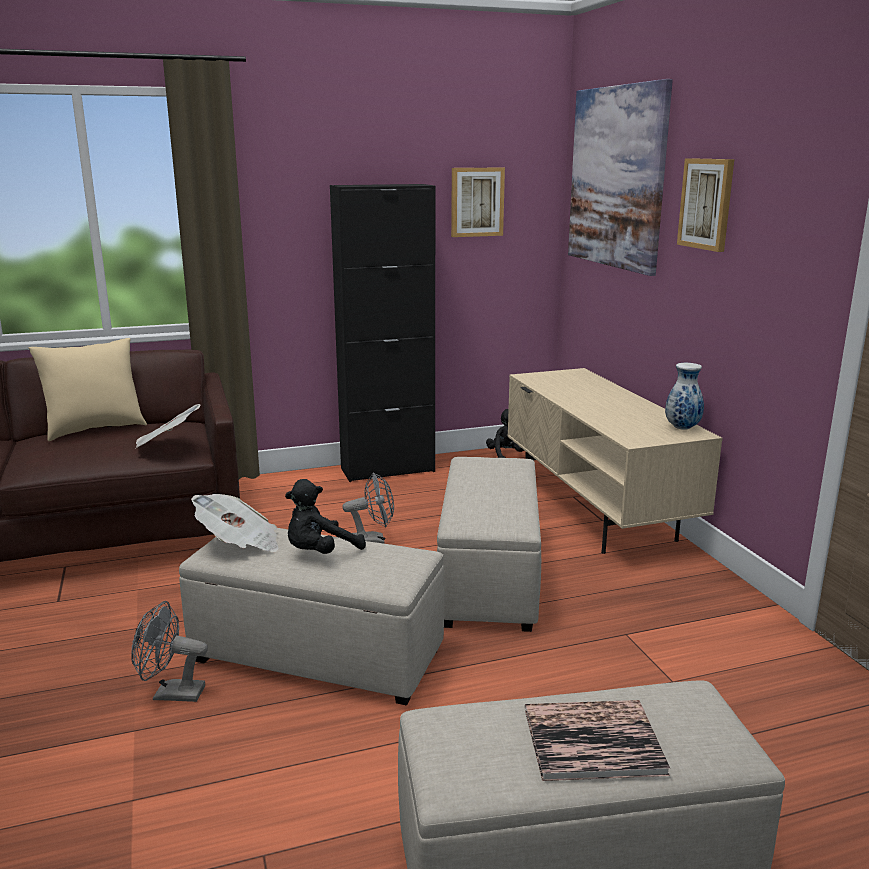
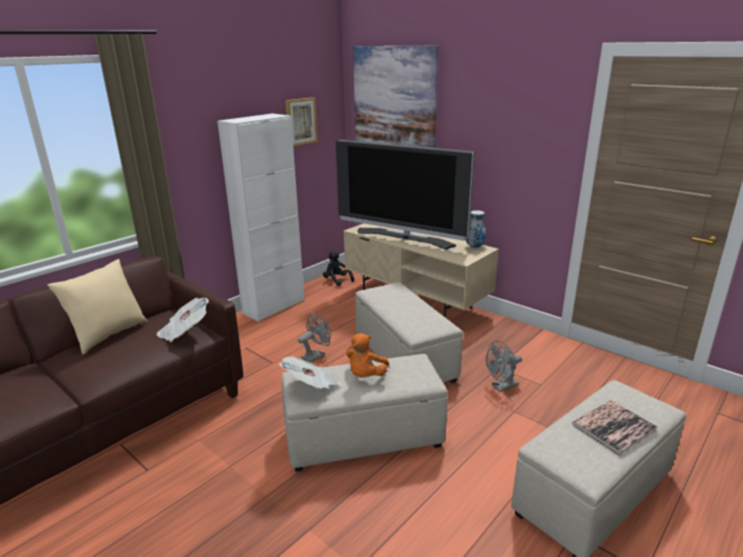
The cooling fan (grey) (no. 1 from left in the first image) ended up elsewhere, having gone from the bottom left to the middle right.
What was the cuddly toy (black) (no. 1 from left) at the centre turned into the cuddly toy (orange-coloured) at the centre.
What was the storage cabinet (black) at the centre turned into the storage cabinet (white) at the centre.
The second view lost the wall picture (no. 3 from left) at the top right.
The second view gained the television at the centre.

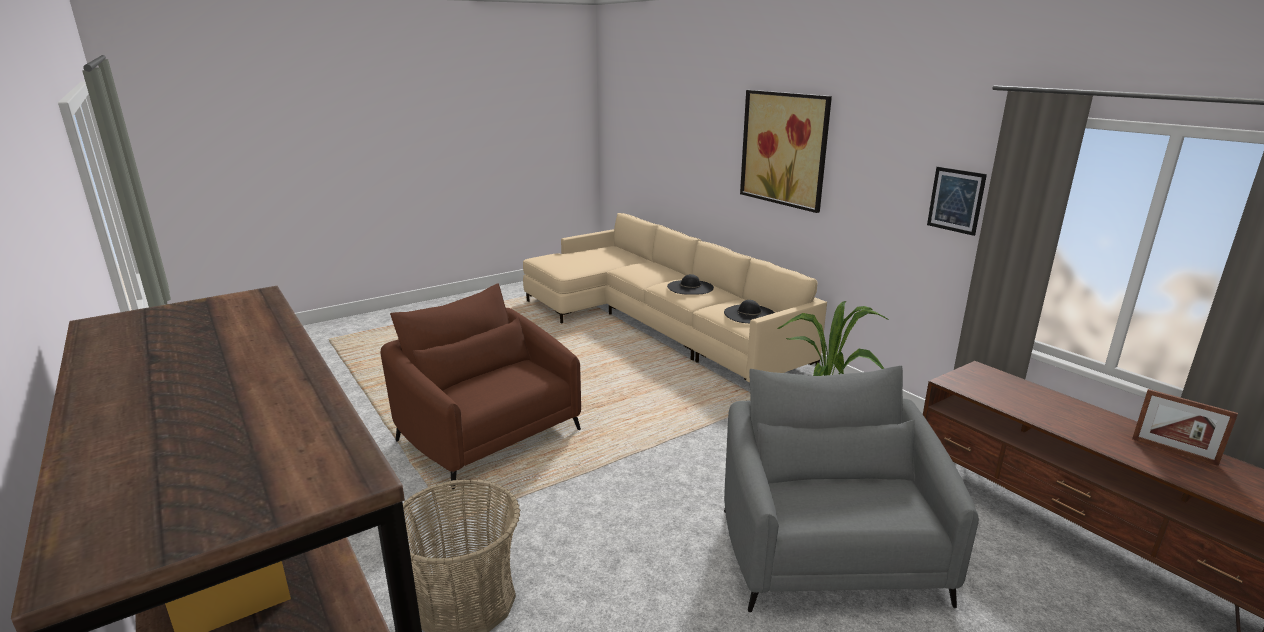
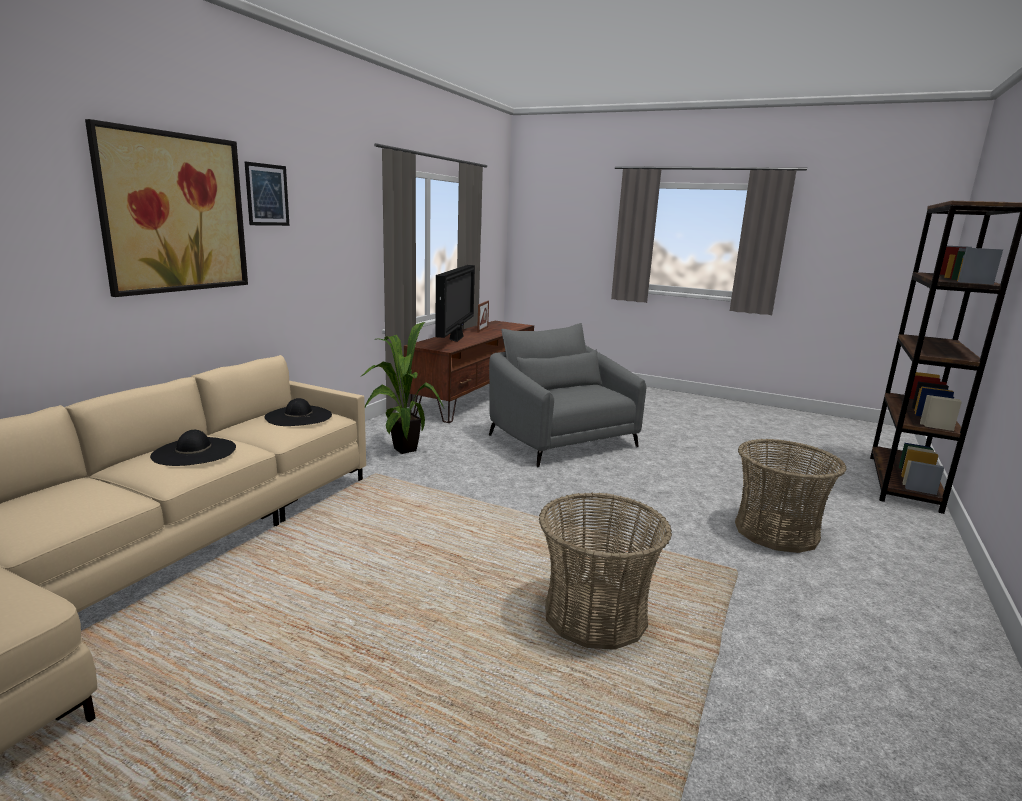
Where the easy chair (brownish) stood at the centre, the household basket (no. 1 from left) came to stand at the bottom centre.
The easy chair (grey) at the bottom right ended up facing another way, 90 degrees clockwise from before.
The wall picture (no. 2 from left) ended up elsewhere, having gone from the top right to the top left.
The second view gained the television at the centre.

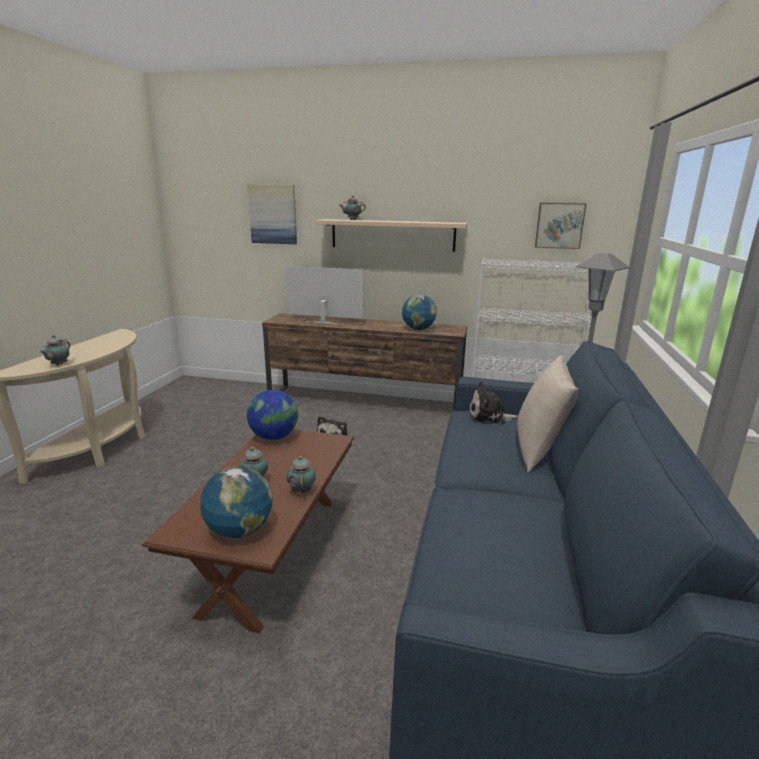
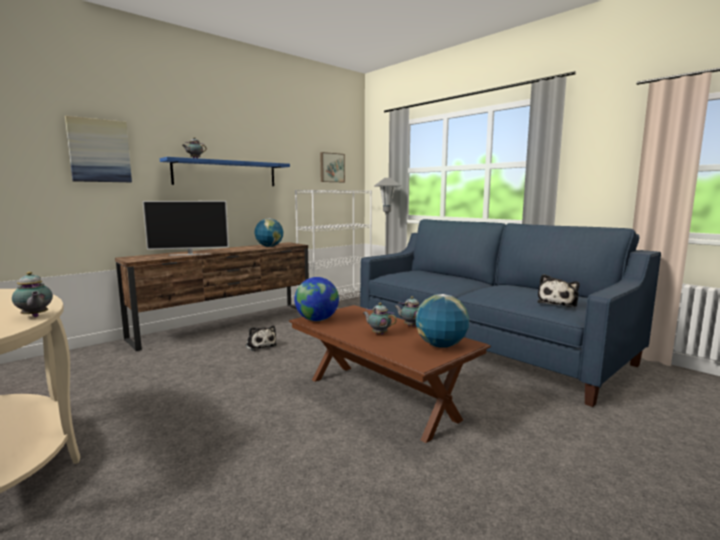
The television at the centre ended up facing another way, 150 degrees counterclockwise from before.
What was the wall shelf (beige-coloured) at the top centre turned into the wall shelf (blue-coloured) at the top left.
The cuddly toy (no. 2 from left) ended up elsewhere, having gone from the centre to the middle right.
The second view lost the throw pillow (beige-coloured) at the middle right.

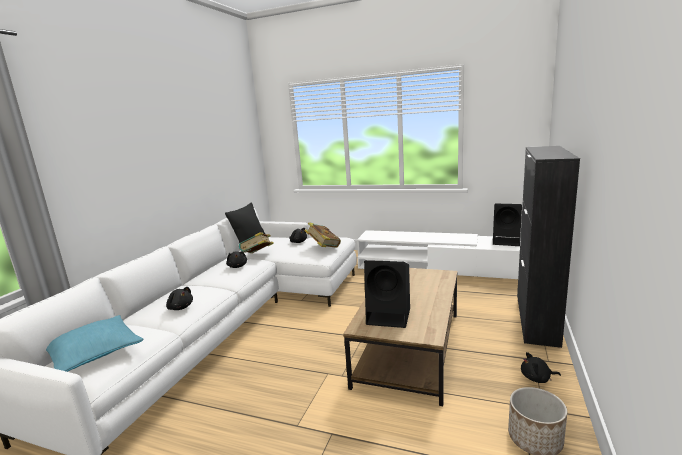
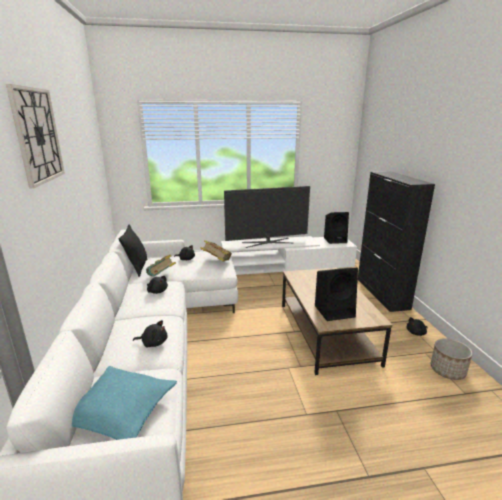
The second view gained the hanging clock at the top left.
The second view gained the television at the centre.

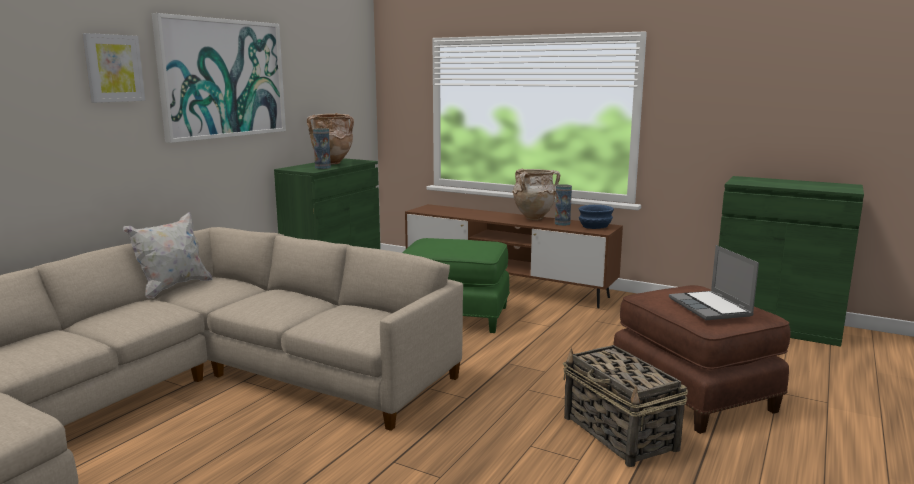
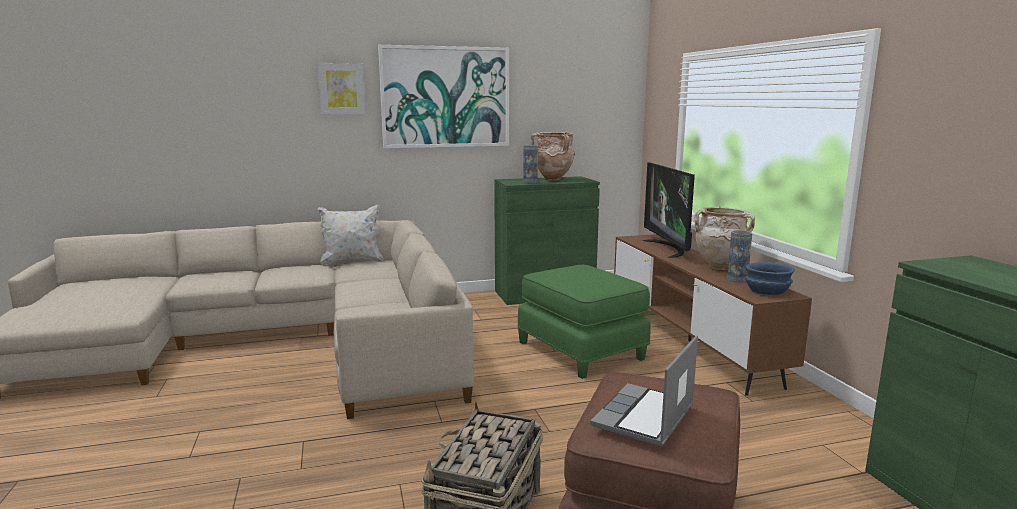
The second view gained the television at the centre.

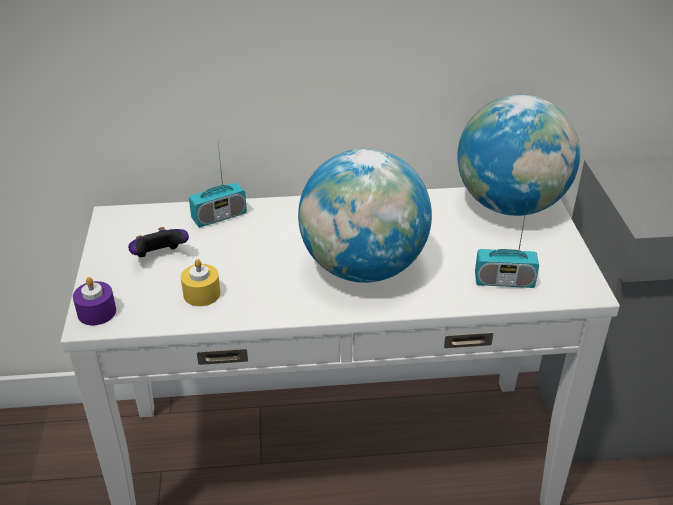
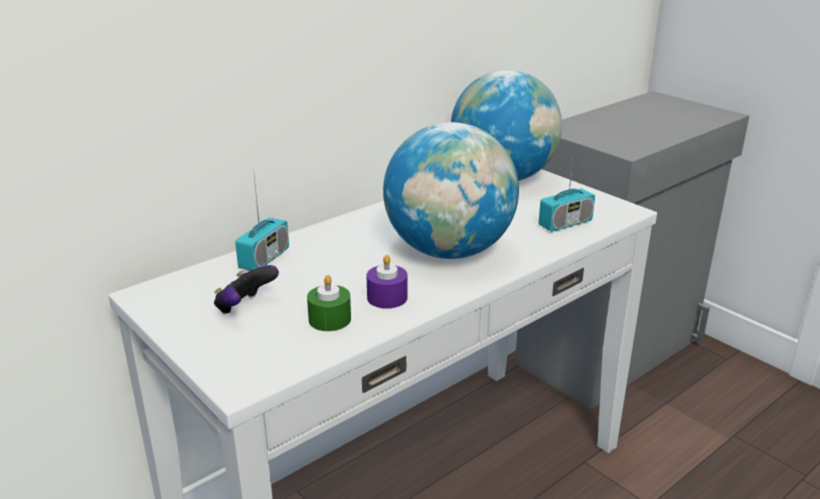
The candle (purple) ended up elsewhere, having gone from the middle left to the centre.
What was the candle (yellowish) at the middle left turned into the candle (greenish) at the centre.

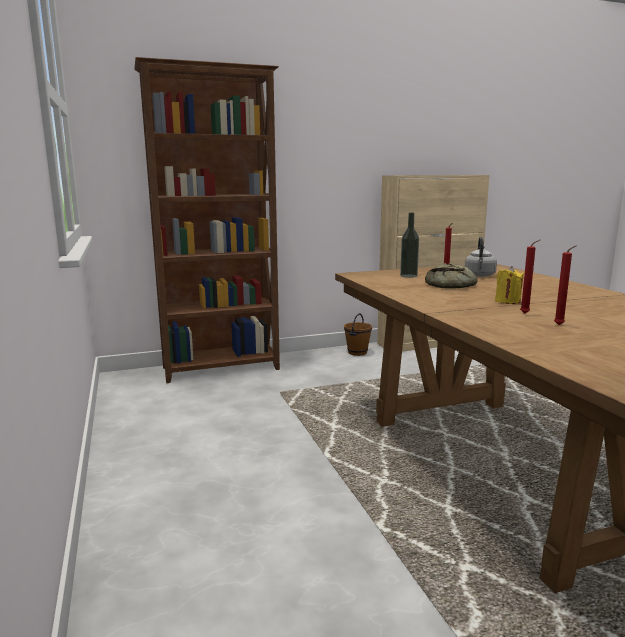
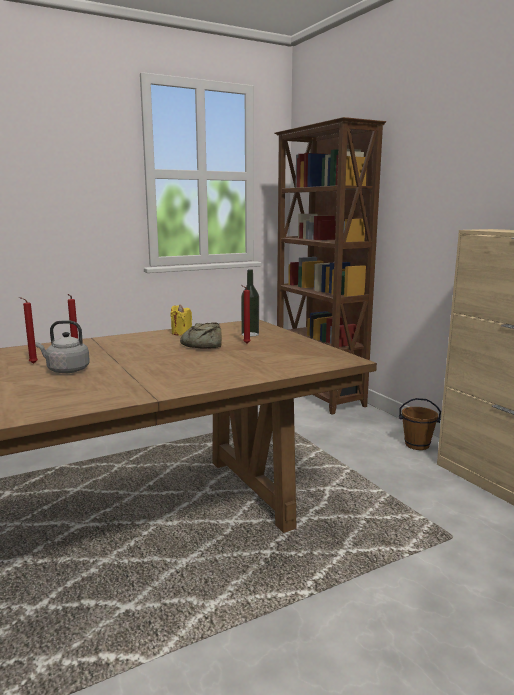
The tea kettle (grey) ended up elsewhere, having gone from the middle right to the middle left.
The candle (yellowish) ended up elsewhere, having gone from the middle right to the centre.

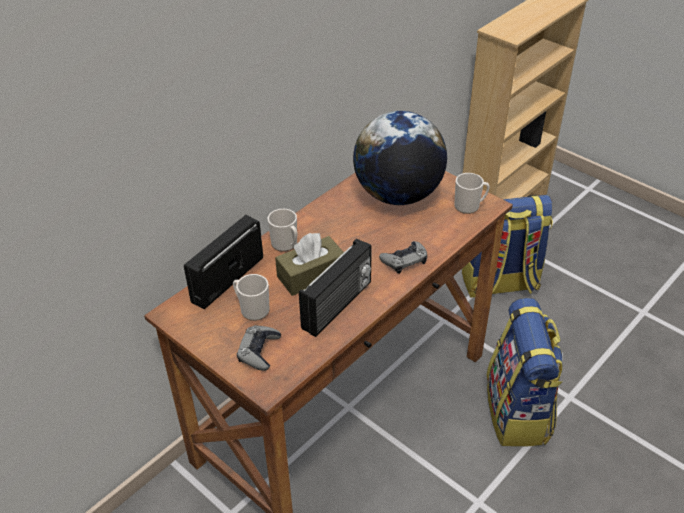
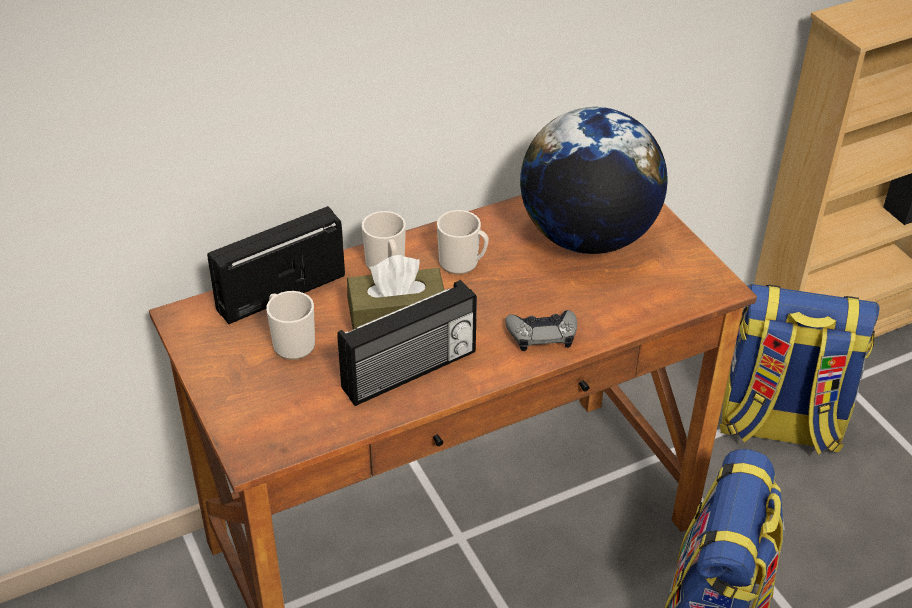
The second view lost the game controller (grey) (no. 1 from left) at the bottom centre.
The mug (no. 3 from left) ended up elsewhere, having gone from the middle right to the centre.

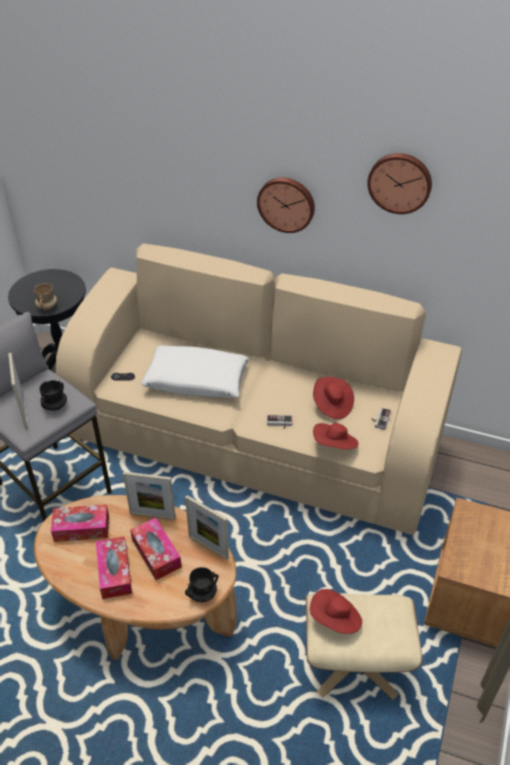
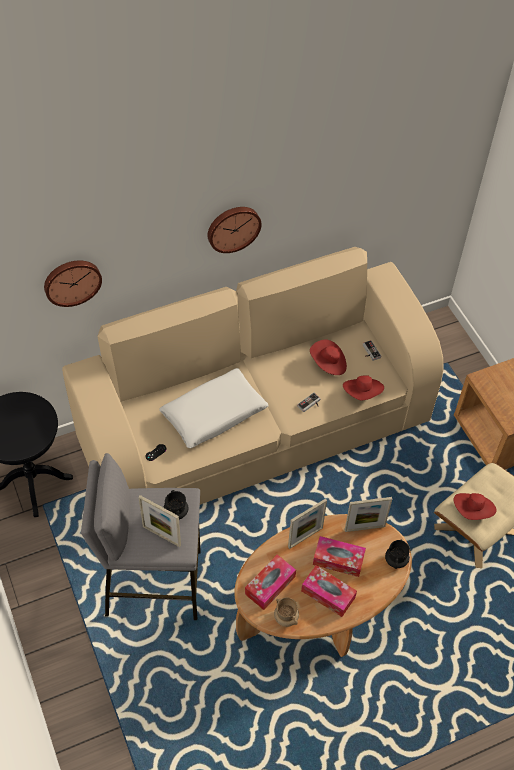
The mug (beige-coloured) ended up elsewhere, having gone from the middle left to the bottom centre.
The hanging clock (no. 2 from left in the first image) ended up elsewhere, having gone from the top right to the middle left.

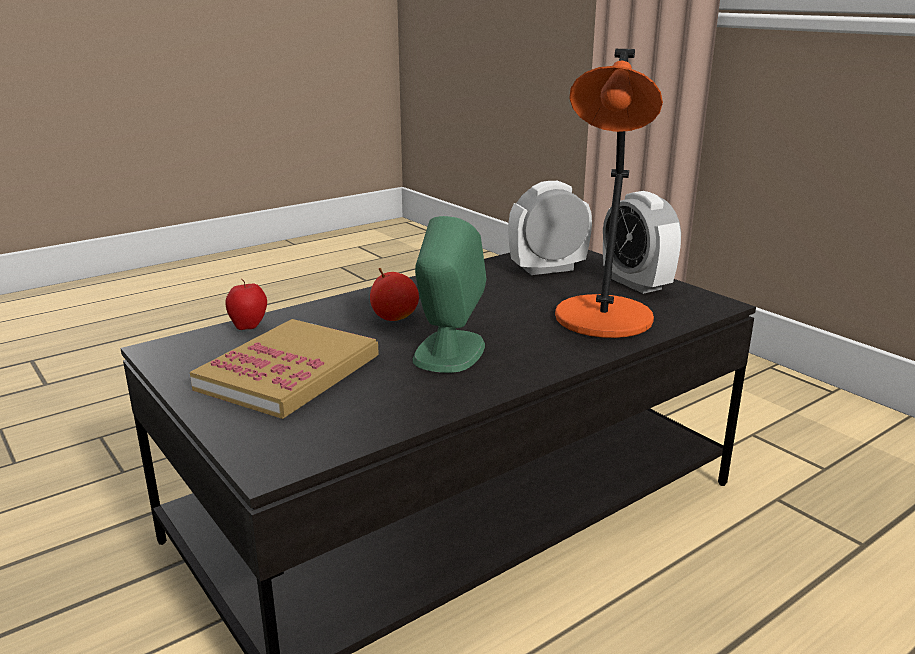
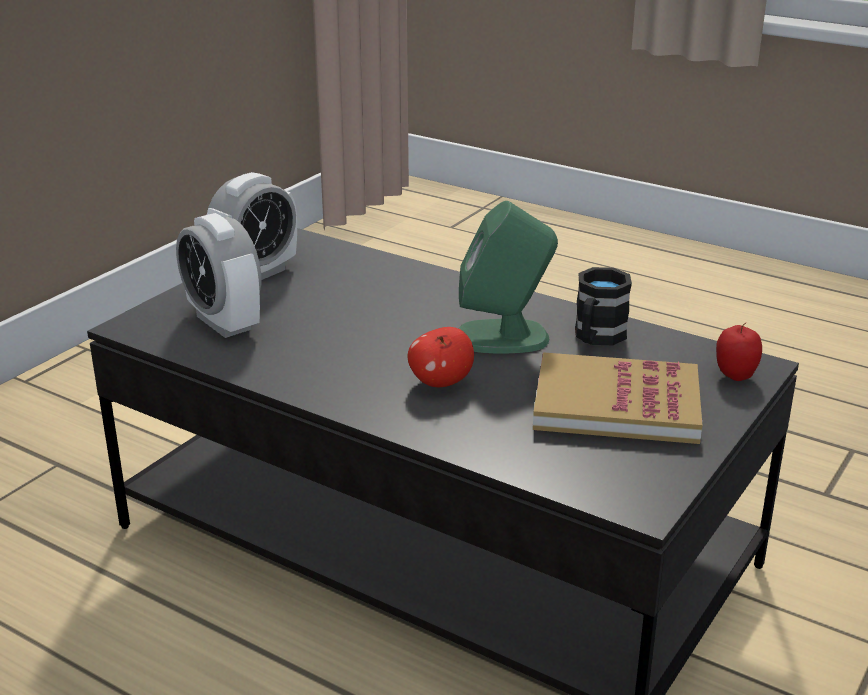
The whole apple (no. 1 from left in the first image) ended up elsewhere, having gone from the middle left to the middle right.
The second view lost the tabletop lamp (orange-coloured) at the top centre.
The second view gained the mug (black) at the middle right.

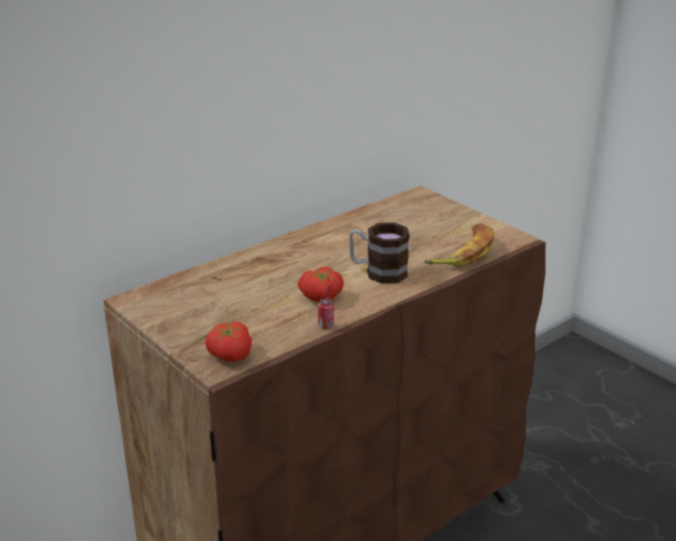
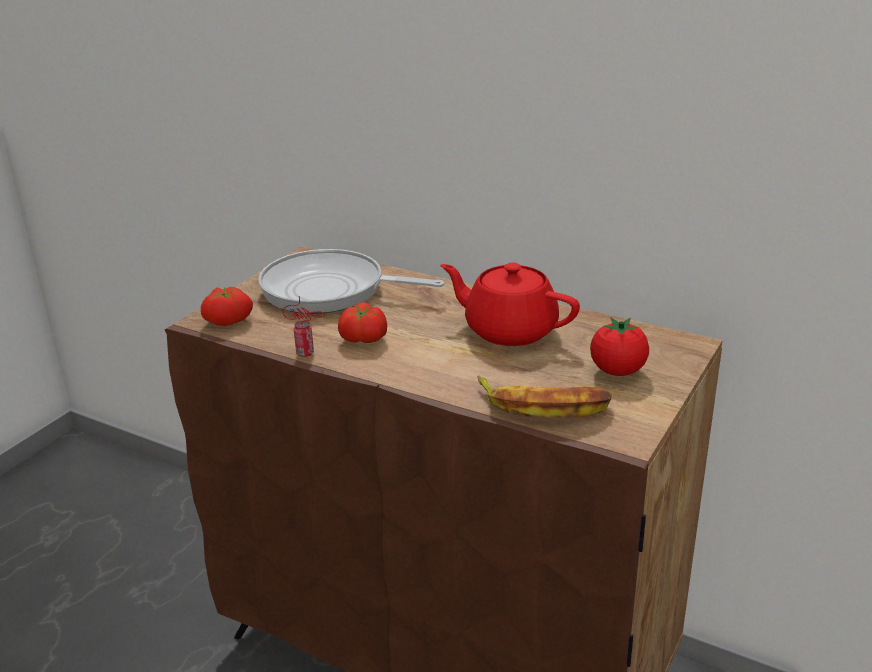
The second view lost the mug at the centre.
The second view gained the frying pan at the centre.
The second view gained the teapot (red) at the centre.
The second view gained the fresh tomato (no. 3 from left) at the middle right.

